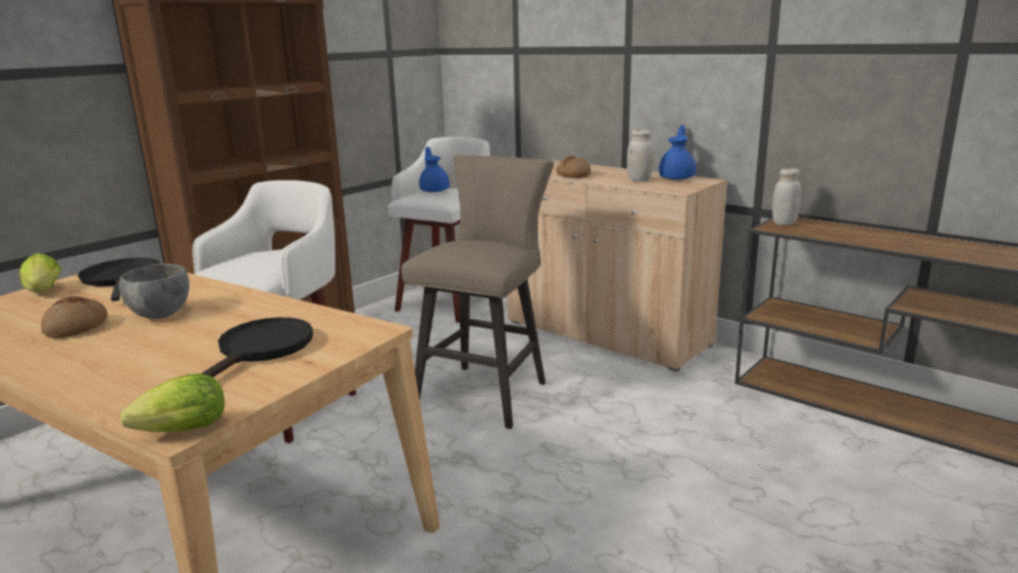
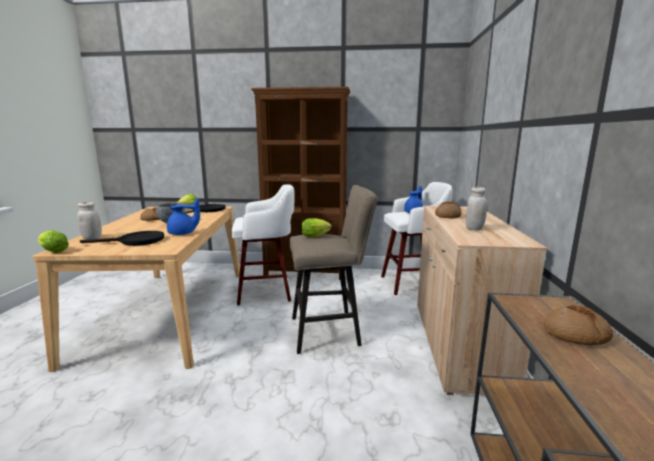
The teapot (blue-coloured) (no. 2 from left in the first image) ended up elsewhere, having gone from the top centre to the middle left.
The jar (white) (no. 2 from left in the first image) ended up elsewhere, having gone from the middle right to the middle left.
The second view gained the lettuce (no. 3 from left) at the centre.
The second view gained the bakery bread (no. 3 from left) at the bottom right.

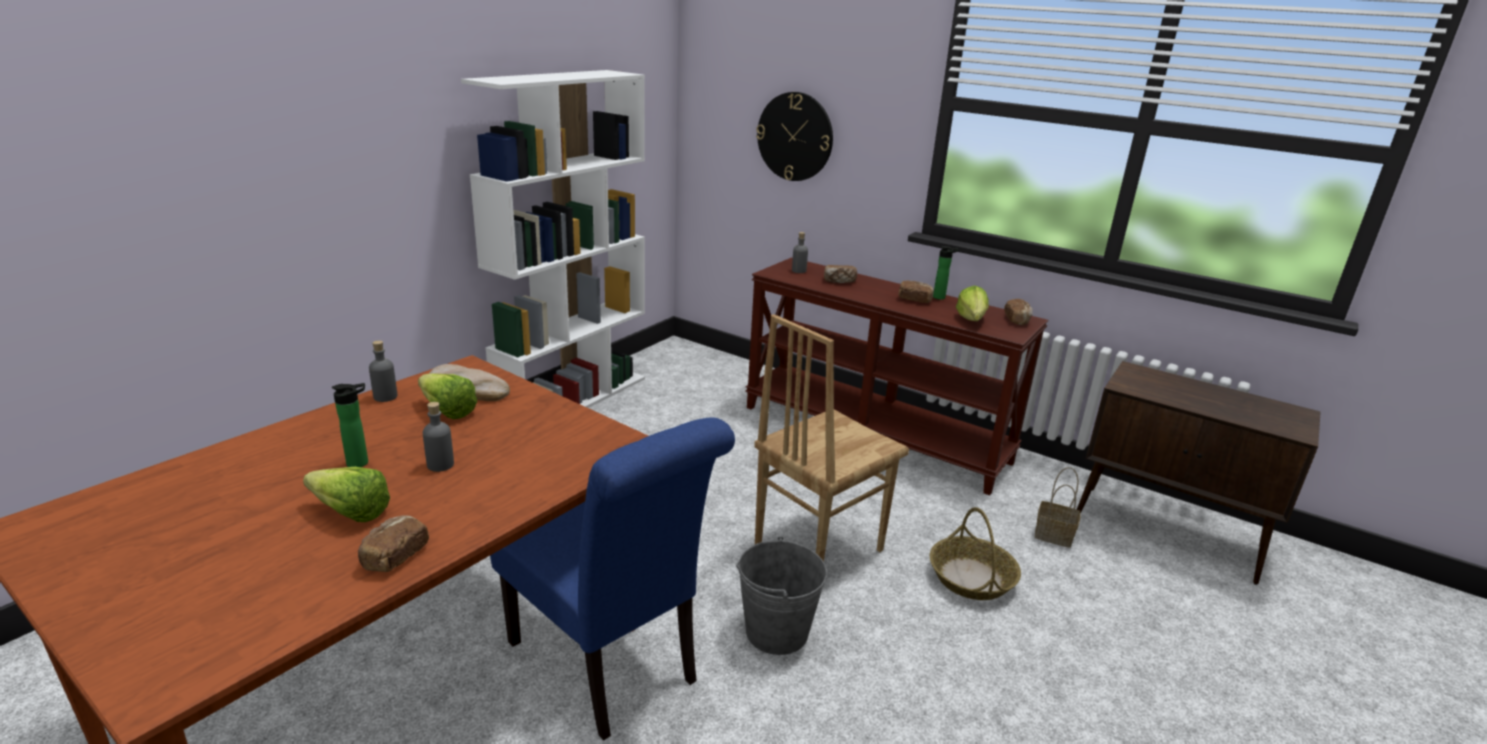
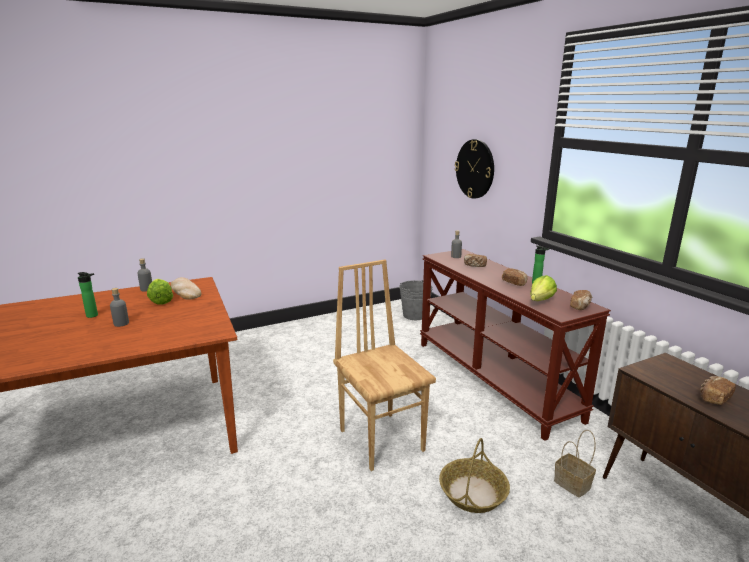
The second view lost the lettuce (no. 1 from left) at the middle left.
The bakery bread (no. 1 from left in the first image) ended up elsewhere, having gone from the bottom left to the bottom right.
The second view lost the bookcase (white) at the top centre.
The second view lost the plain chair (blue-coloured) at the bottom centre.
The pail (grey) ended up elsewhere, having gone from the bottom centre to the centre.
The plain chair (brownish) at the centre ended up facing another way, 75 degrees clockwise from before.

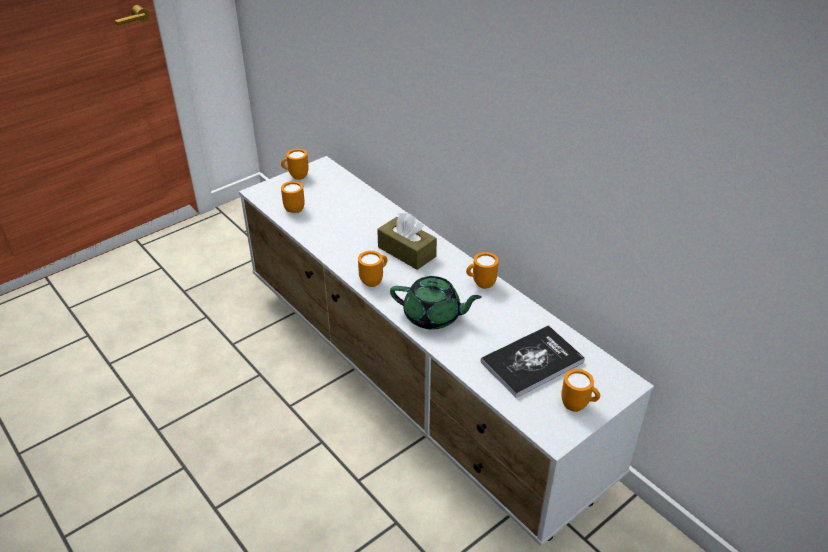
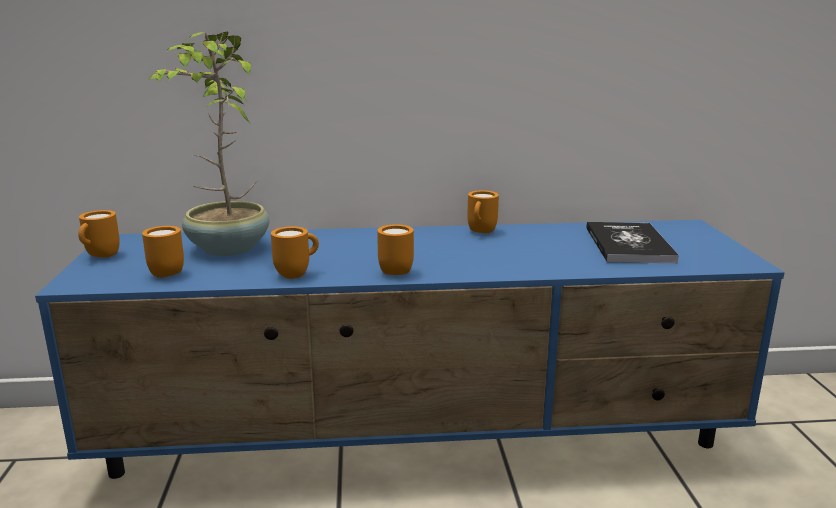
What was the tv stand (white) at the centre turned into the tv stand (blue-coloured) at the bottom centre.
The second view lost the tissue box (brownish) at the centre.
The second view lost the teapot (greenish) at the centre.
The mug (orange-coloured) (no. 5 from left in the first image) ended up elsewhere, having gone from the bottom right to the centre.
The second view gained the plant in a pot at the top left.

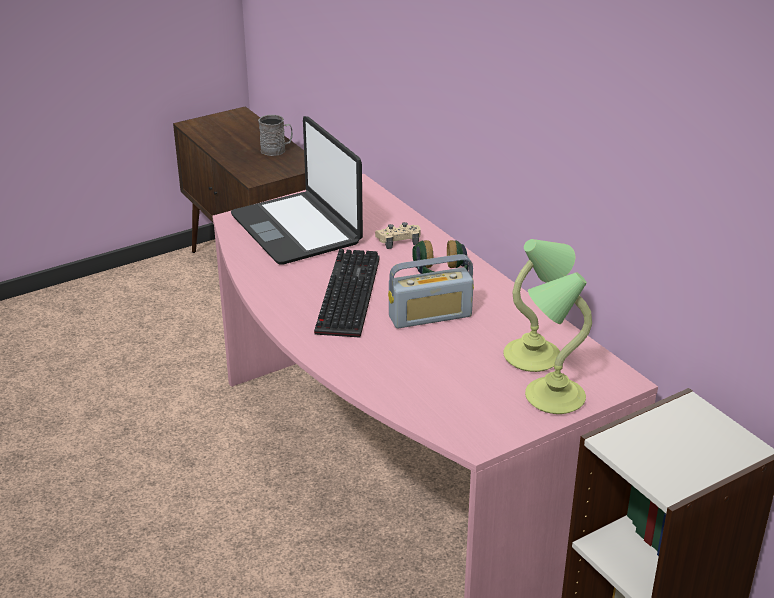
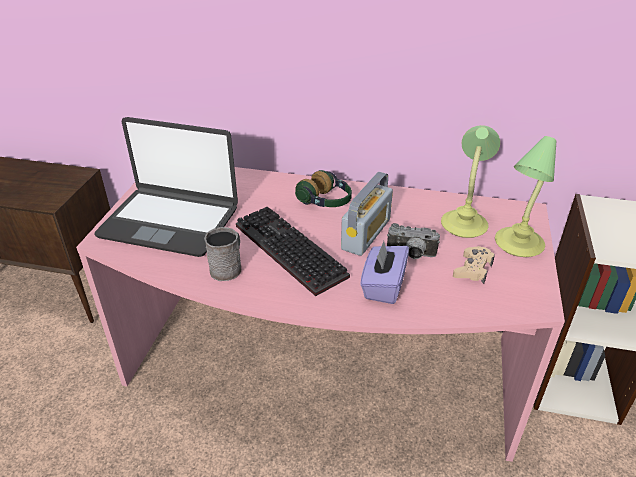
The mug (grey) ended up elsewhere, having gone from the top centre to the centre.
The game controller (beige-coloured) ended up elsewhere, having gone from the centre to the middle right.
The second view gained the tissue box (purple) at the centre.
The second view gained the still camera at the centre.

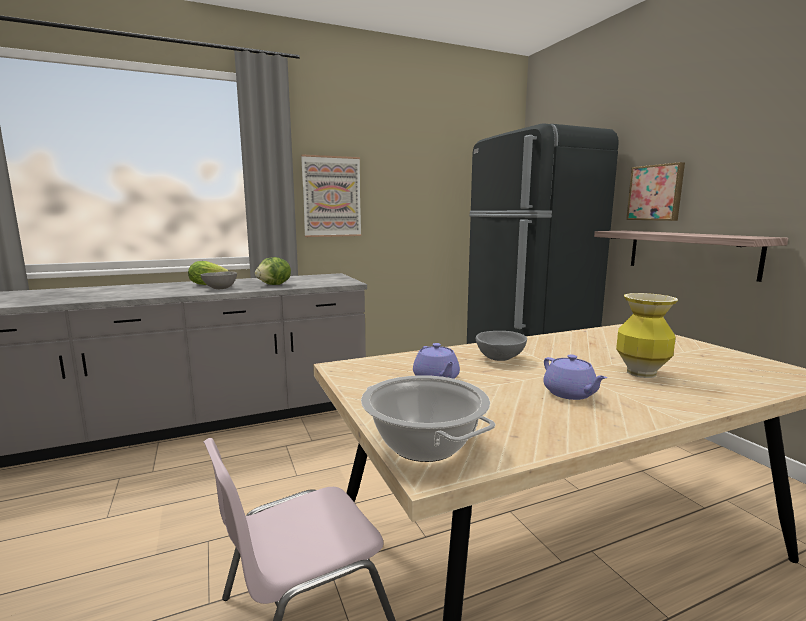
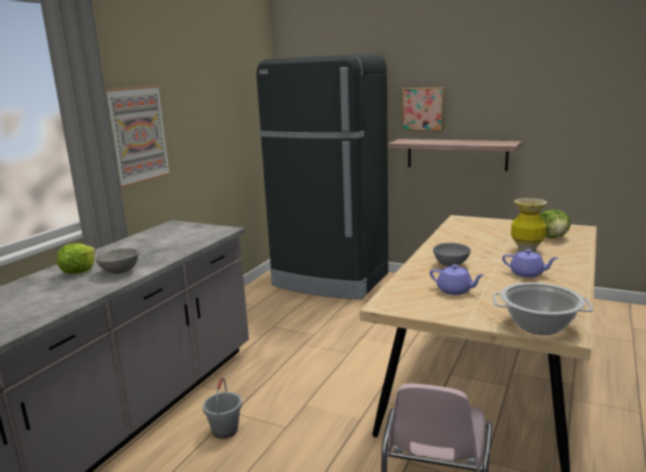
The lettuce (no. 2 from left) ended up elsewhere, having gone from the centre to the middle right.
The second view gained the pail (grey) at the bottom centre.

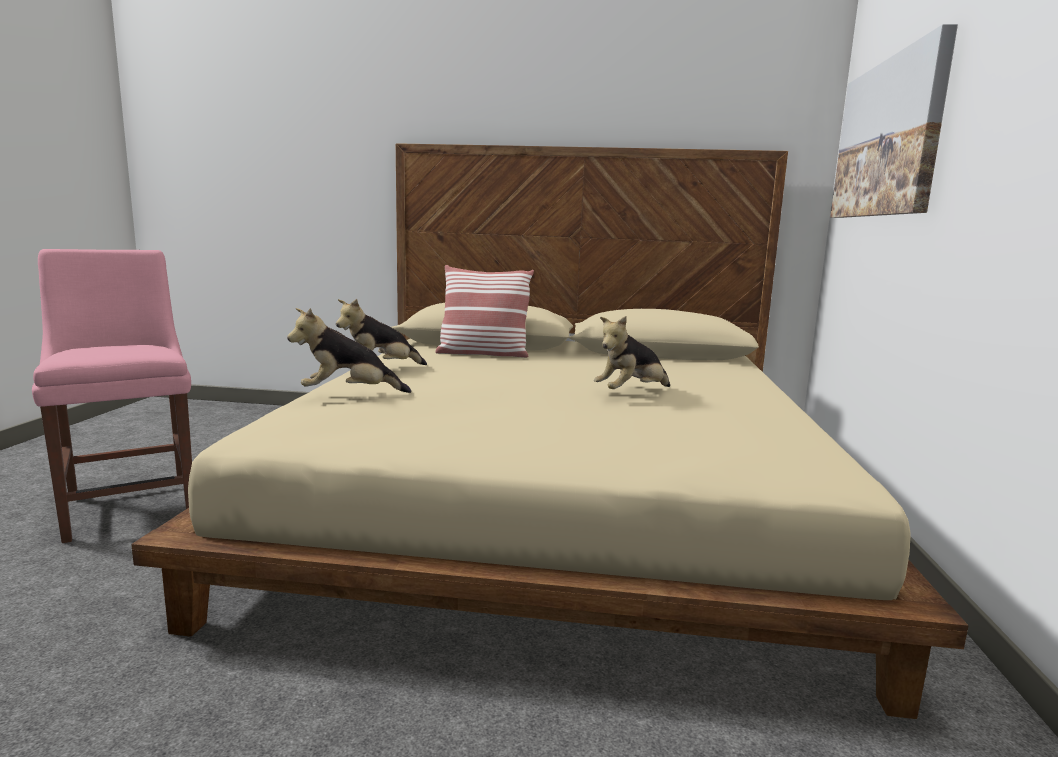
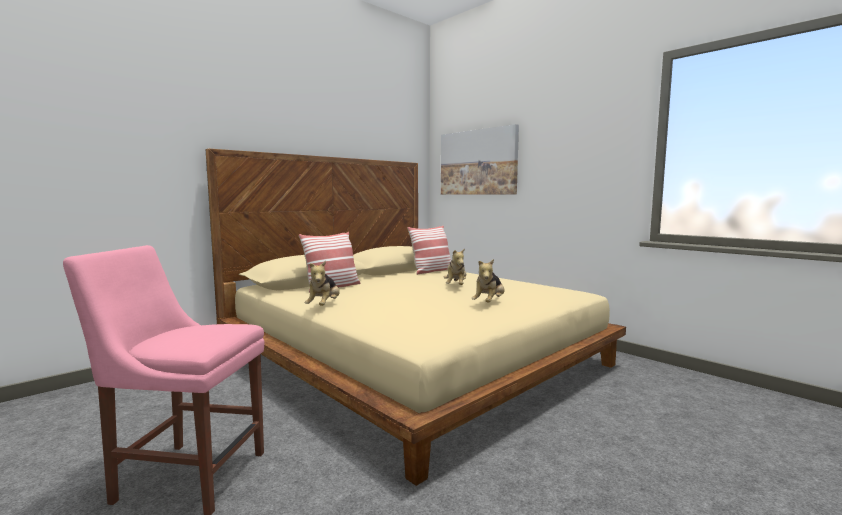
The cuddly toy (no. 1 from left in the first image) ended up elsewhere, having gone from the middle left to the centre.
The second view gained the throw pillow (no. 2 from left) at the centre.

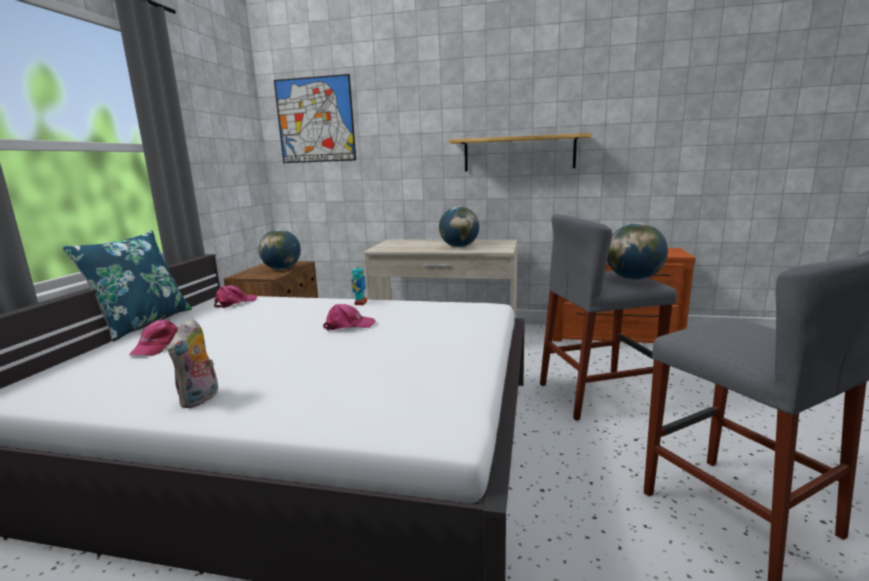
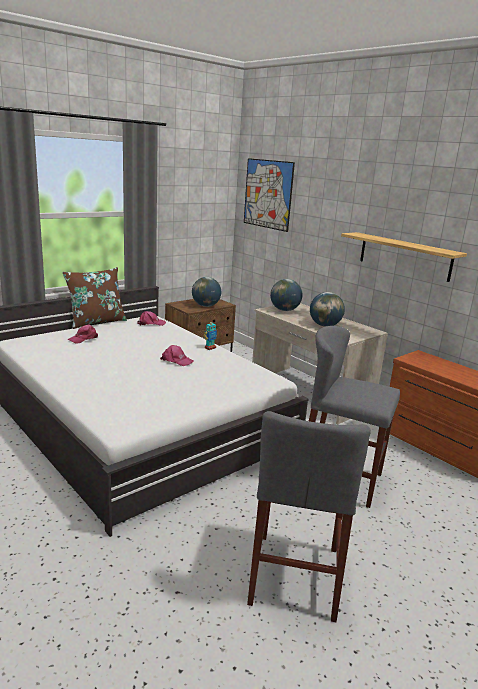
What was the throw pillow (blue-coloured) at the middle left turned into the throw pillow (brownish) at the middle left.
The second view lost the cuddly toy at the middle left.
The desk globe (no. 3 from left in the first image) ended up elsewhere, having gone from the middle right to the centre.

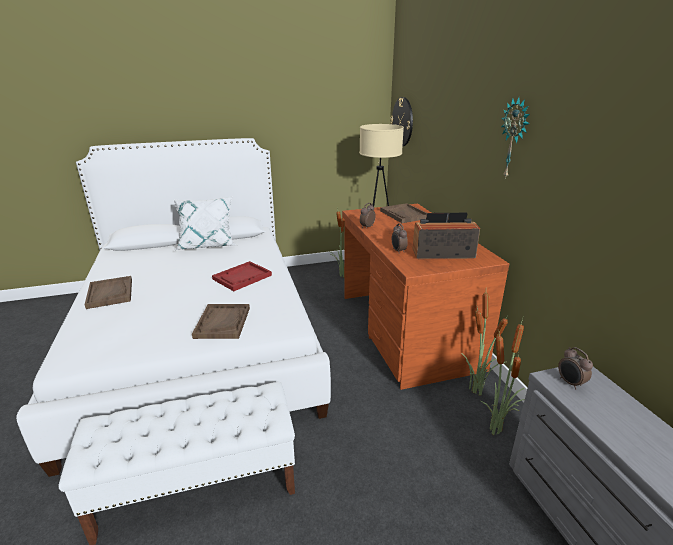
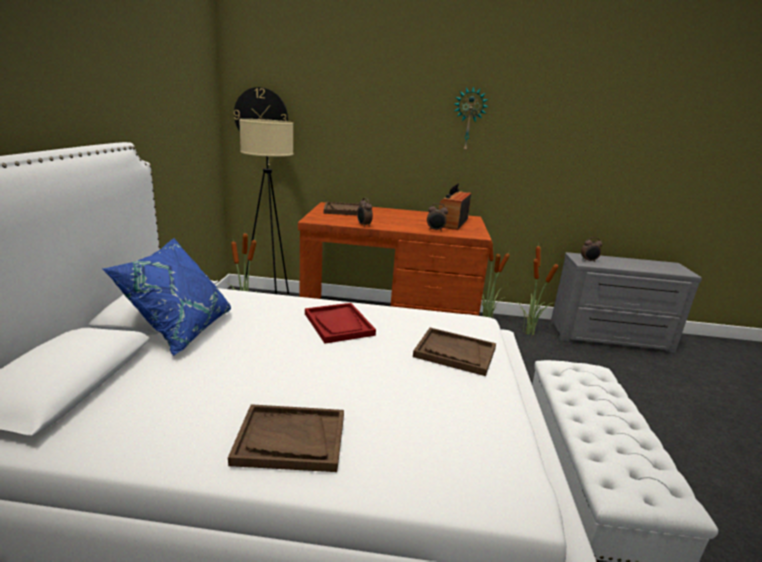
What was the throw pillow (white) at the middle left turned into the throw pillow (blue-coloured) at the middle left.

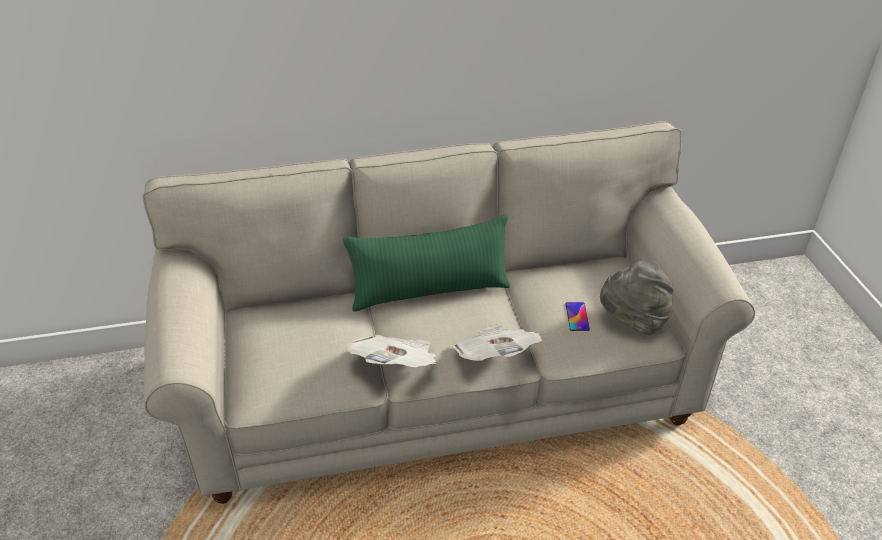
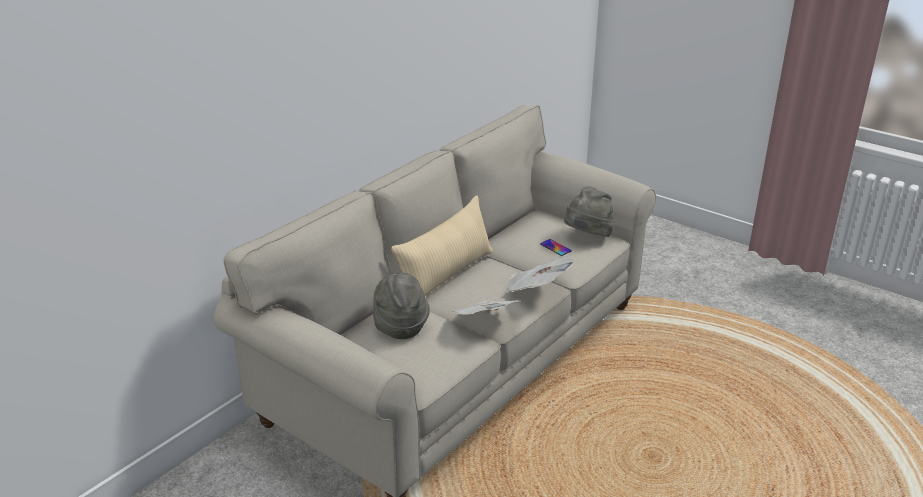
What was the throw pillow (greenish) at the centre turned into the throw pillow (beige-coloured) at the centre.
The second view gained the hat (grey) (no. 1 from left) at the centre.

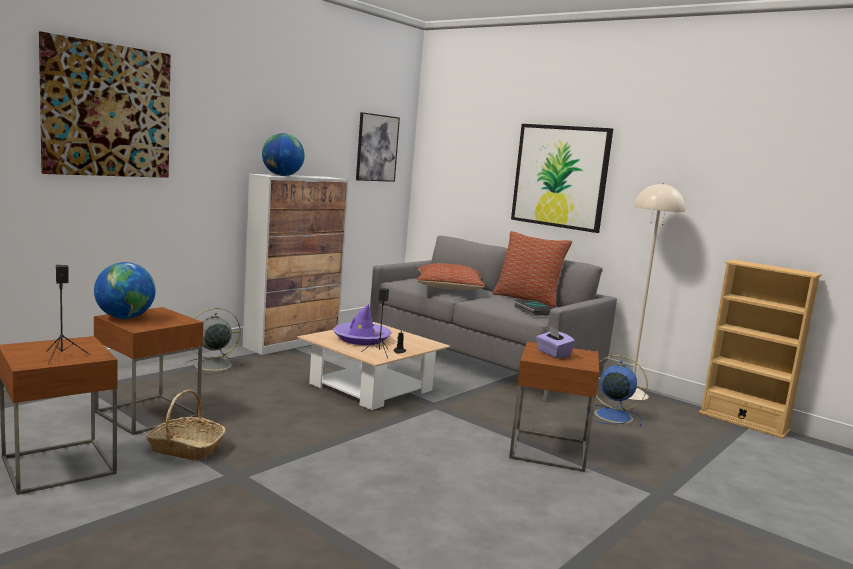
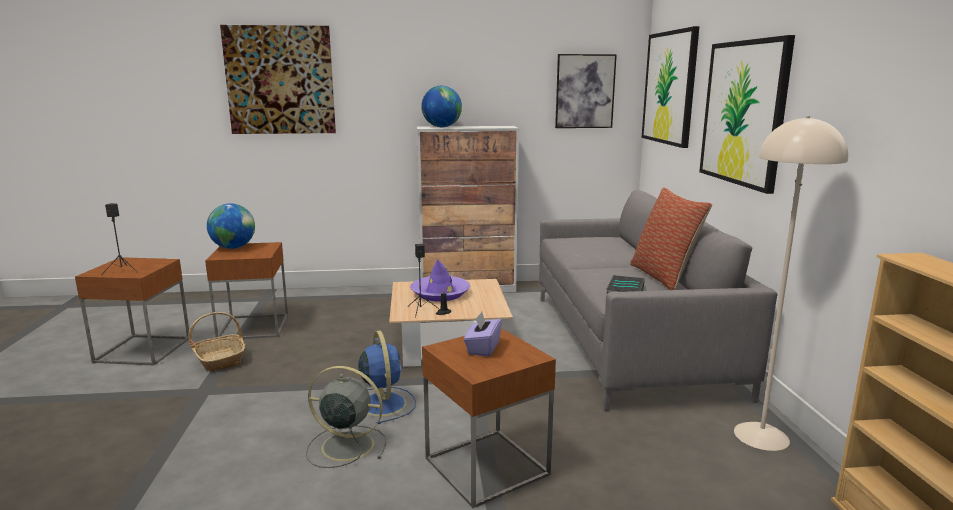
The cooling fan (grey) ended up elsewhere, having gone from the middle left to the bottom centre.
The second view lost the throw pillow (no. 1 from left) at the centre.
The cooling fan (blue-coloured) ended up elsewhere, having gone from the bottom right to the bottom centre.
The second view gained the wall picture (no. 3 from left) at the top right.

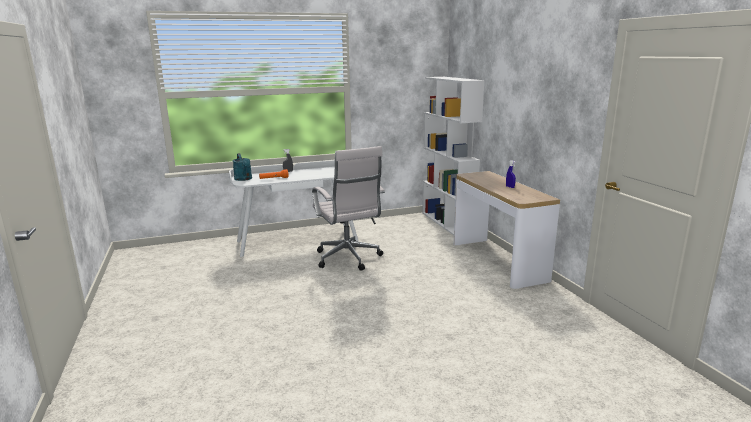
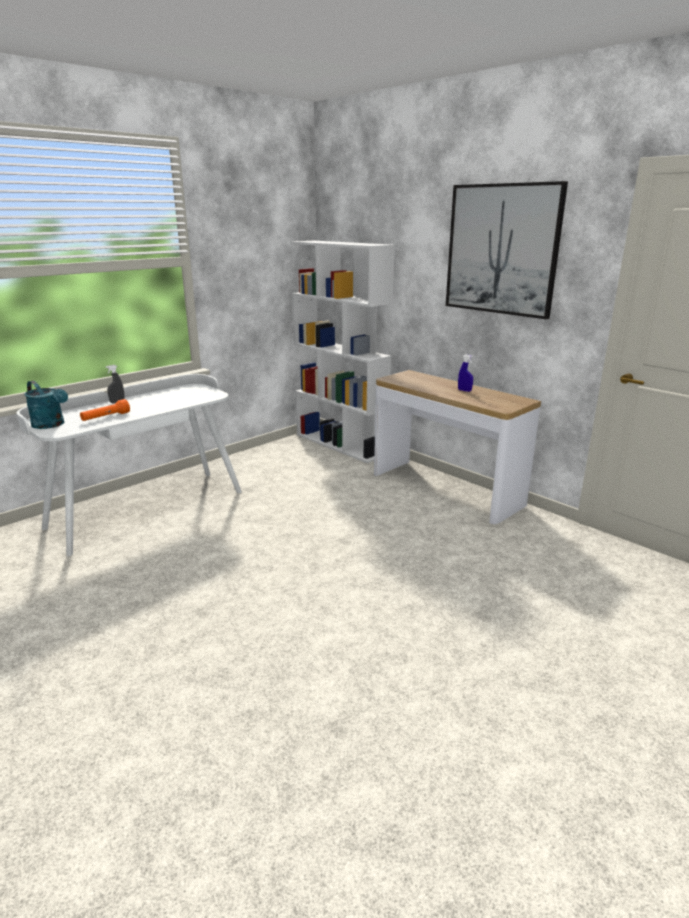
The second view lost the computer chair (white) at the centre.
The second view gained the wall picture at the top right.

